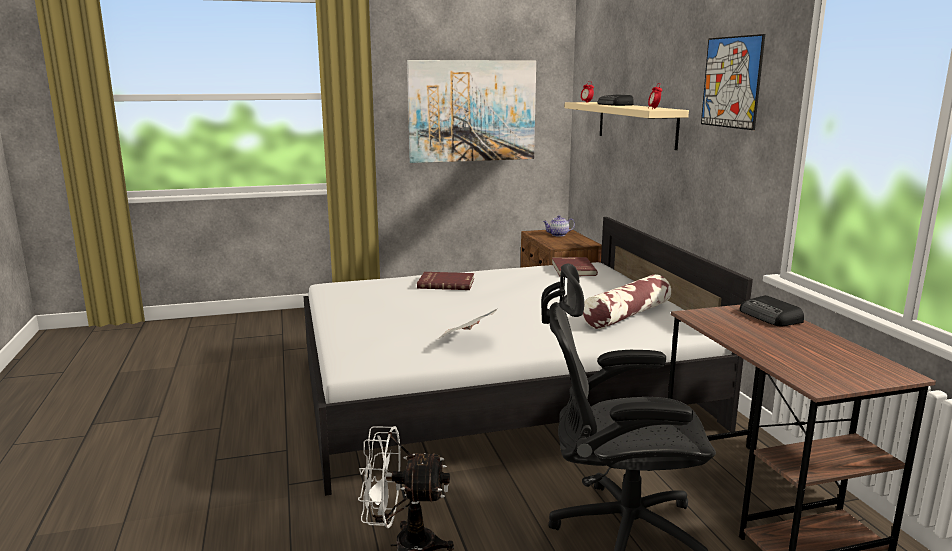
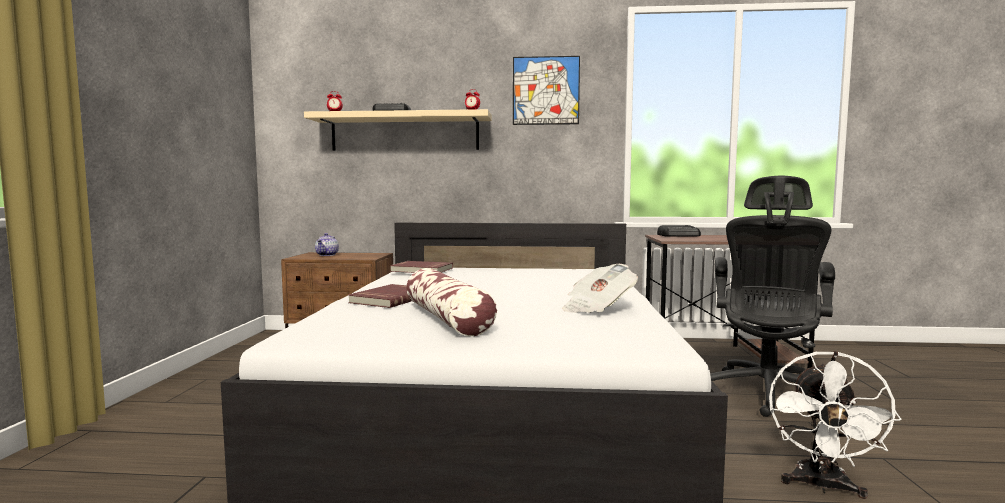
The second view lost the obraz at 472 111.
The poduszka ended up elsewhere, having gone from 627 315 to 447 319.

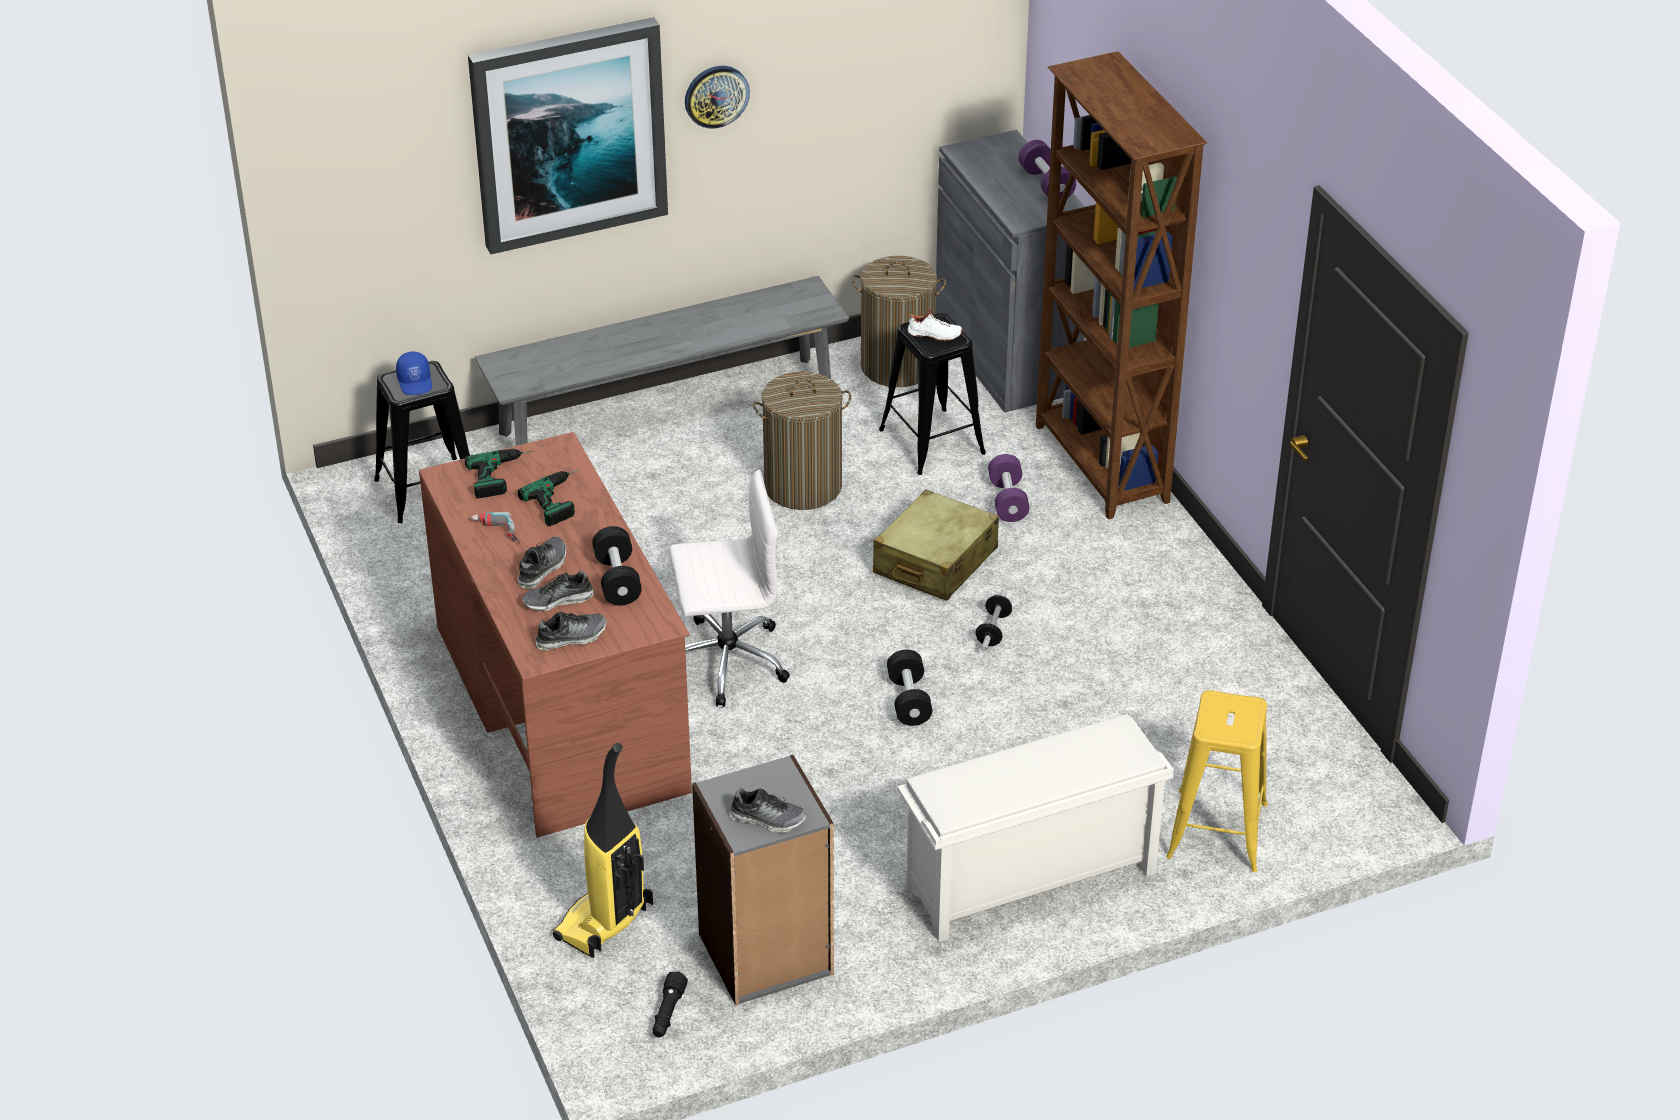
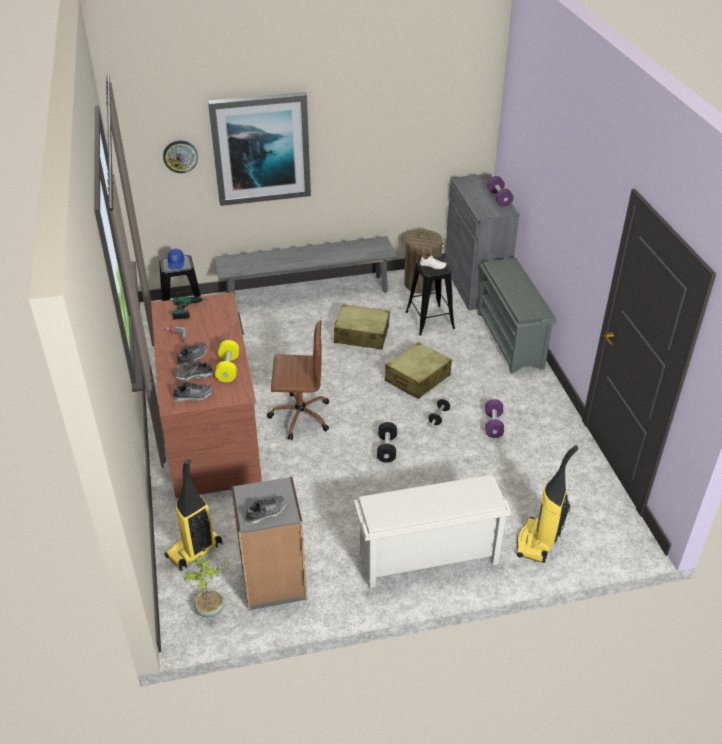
The second view lost the wiertarka at 561 498.
What was the hantel [czarny] at 617 580 turned into the hantel [żółty] at 228 368.
Where the latarka [czarny] stood at 668 1013, the roślina doniczkowa came to stand at 211 609.
What was the krzesło biurowe [biały] at 725 660 turned into the krzesło biurowe [brązowy] at 299 416.
The zegar ścienny ended up elsewhere, having gone from 716 96 to 180 156.
The but at 768 819 ended up facing another way, 60 degrees counterclockwise from before.
Where the kosz na pranie stood at 802 486, the walizka [beżowy] came to stand at 361 335.
The hantel [fioletowy] ended up elsewhere, having gone from 1008 500 to 493 425.
Where the regał [brązowy] stood at 1100 465, the regał na buty [szary] came to stand at 510 340.
Where the stołek [żółty] stood at 1217 830, the odkurzacz came to stand at 537 542.

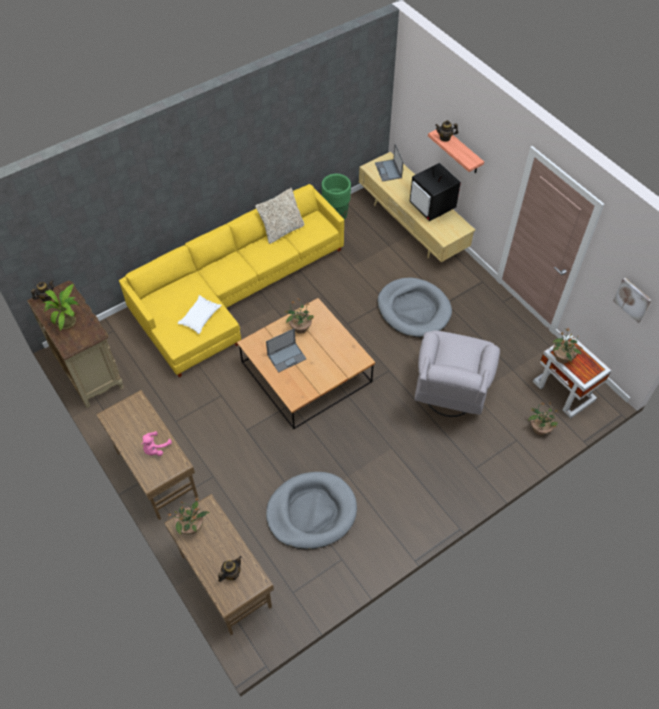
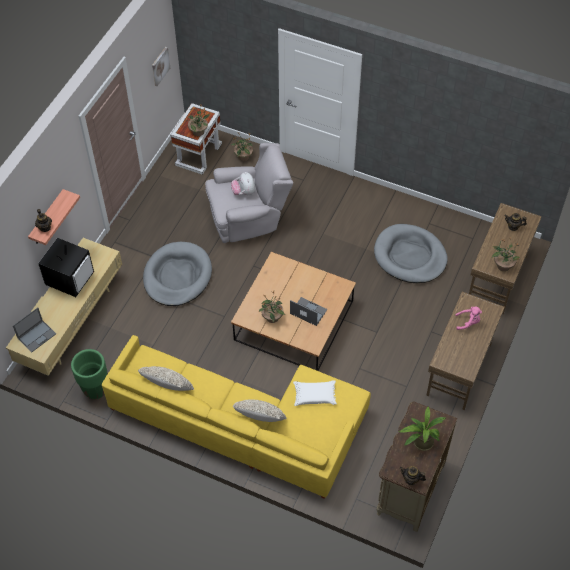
The second view gained the pluszak at 244 192.
The second view gained the poduszka [beżowy] at 260 421.

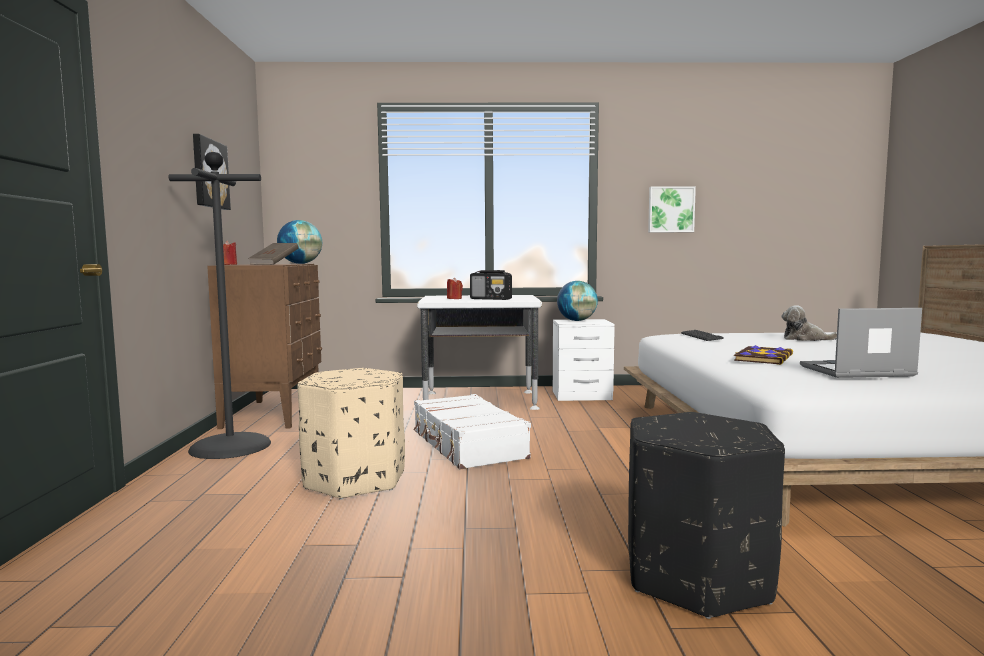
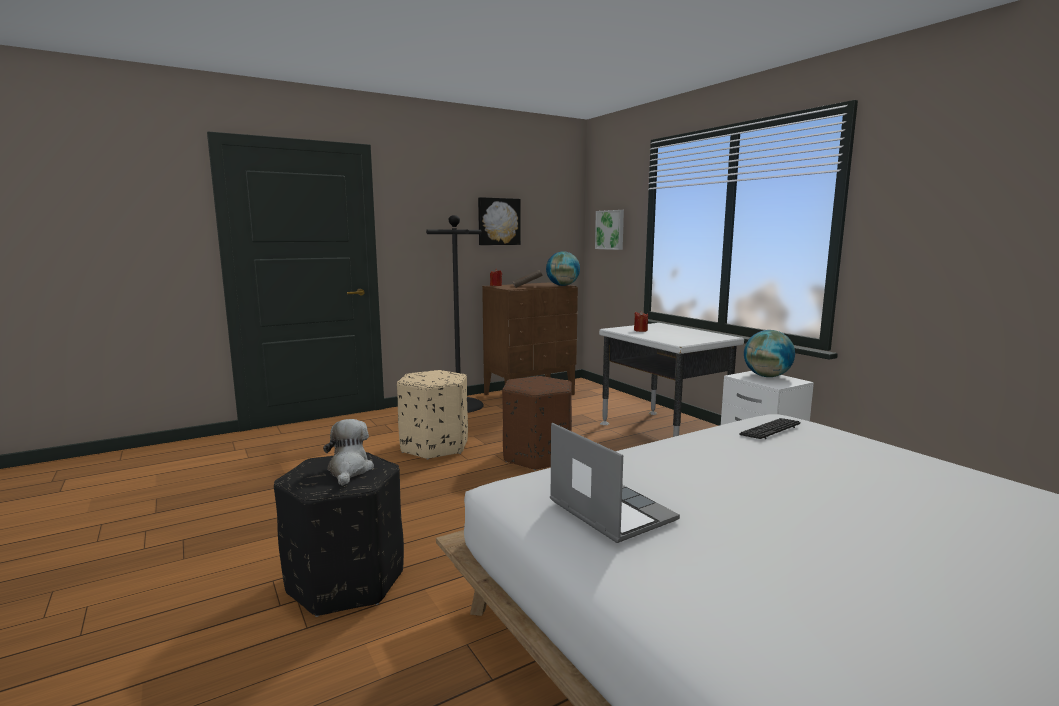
Where the walizka [biały] stood at 467 445, the pufa [brązowy] came to stand at 537 456.
The second view lost the radio at 491 299.
The obraz ended up elsewhere, having gone from 670 209 to 610 230.
The second view lost the książka at 762 357.
The pluszak ended up elsewhere, having gone from 804 339 to 349 470.

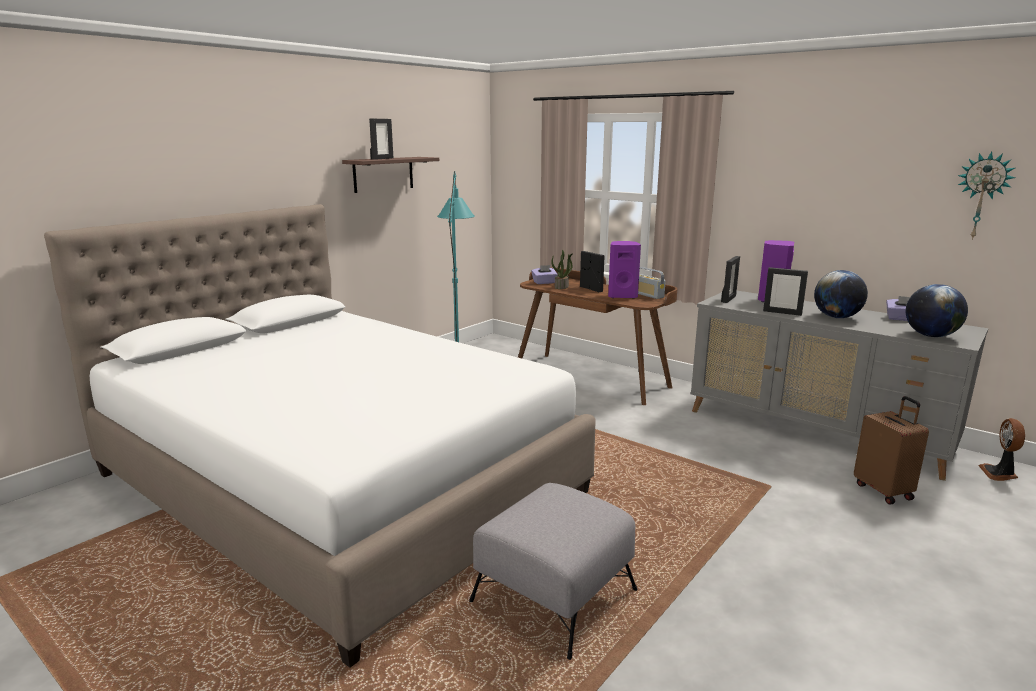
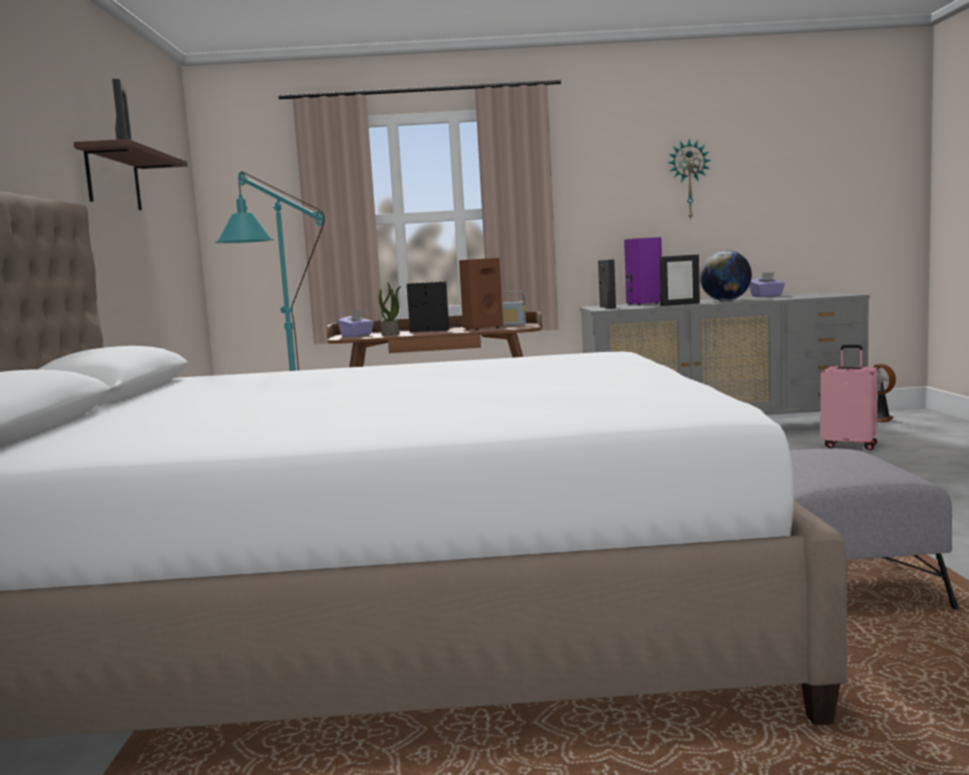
What was the głośnik [fioletowy] at 622 296 turned into the głośnik [brązowy] at 482 328.
What was the walizka [brązowy] at 884 491 turned into the walizka [różowy] at 849 445.
The second view lost the globus at 930 336.
The zegar ścienny ended up elsewhere, having gone from 982 196 to 688 180.

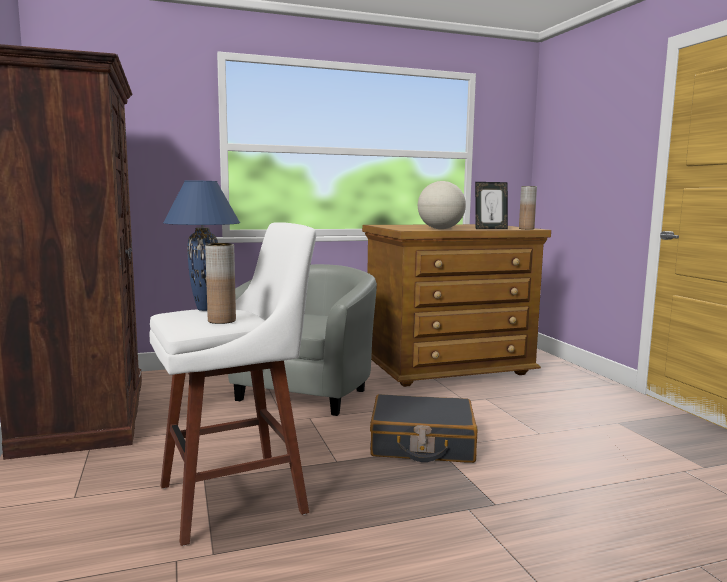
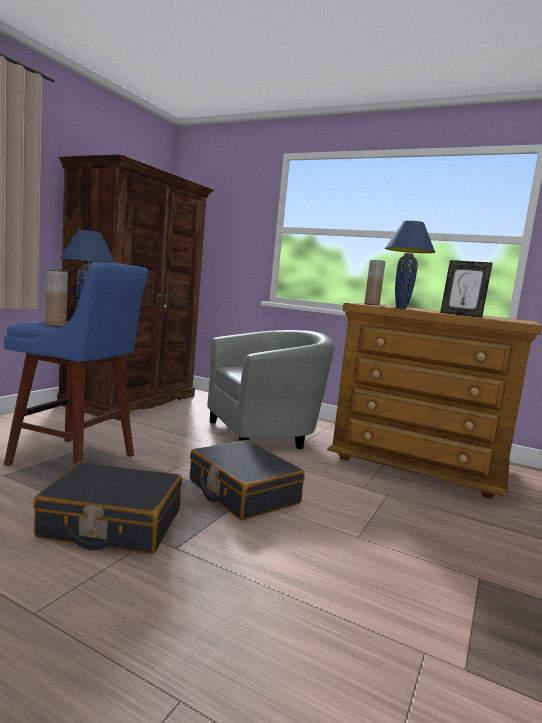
What was the stołek [biały] at 236 499 turned into the stołek [niebieski] at 74 461.
Where the globus stood at 440 229, the lampa stołowa [niebieski] came to stand at 400 308.
The wazon [brązowy] ended up elsewhere, having gone from 526 229 to 371 304.
The second view gained the walizka [czarny] at 111 524.

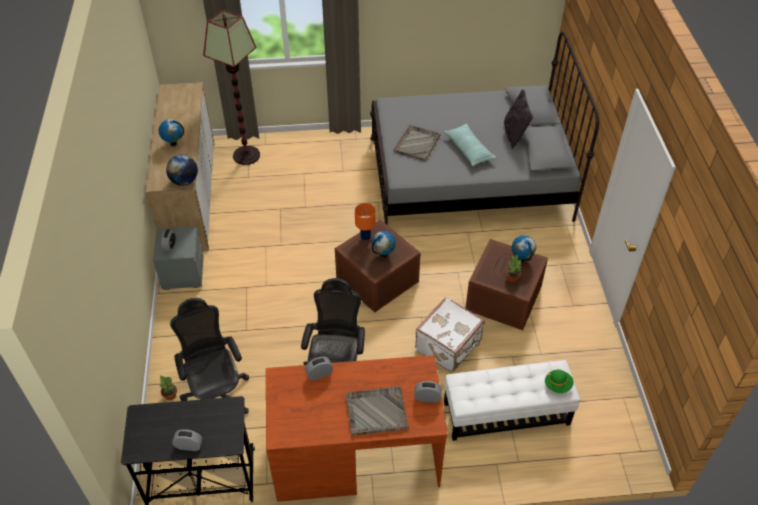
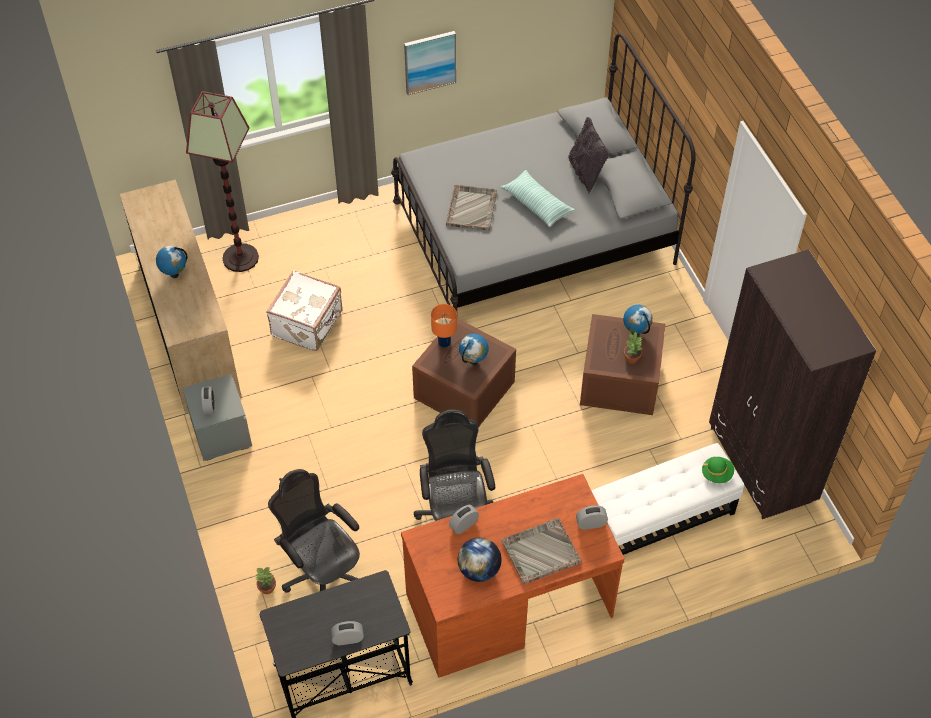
The globus ended up elsewhere, having gone from 184 181 to 479 570.
The walizka [biały] ended up elsewhere, having gone from 449 345 to 308 324.
The second view gained the obraz at 429 62.
The second view gained the szafa [brązowy] at 761 465.

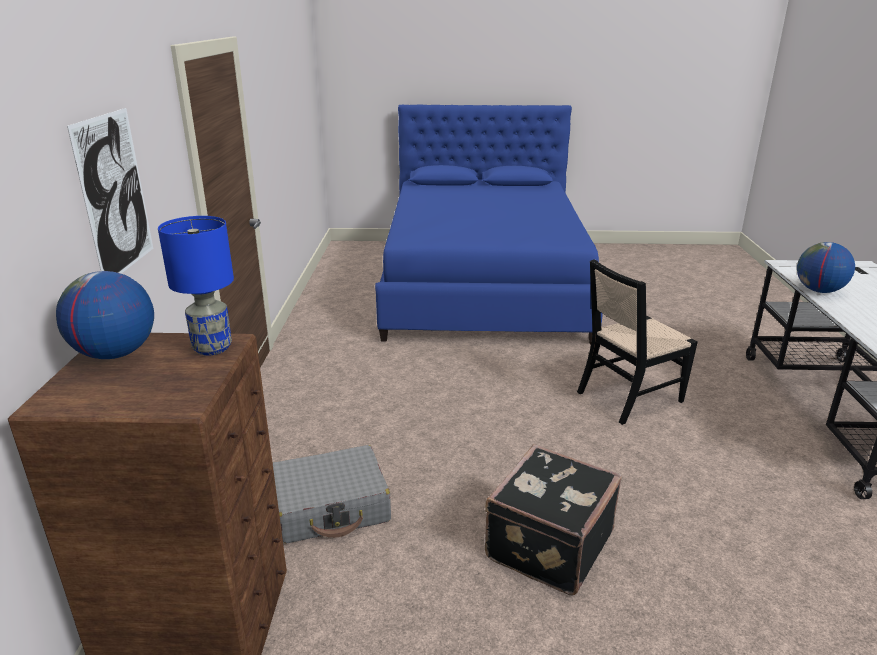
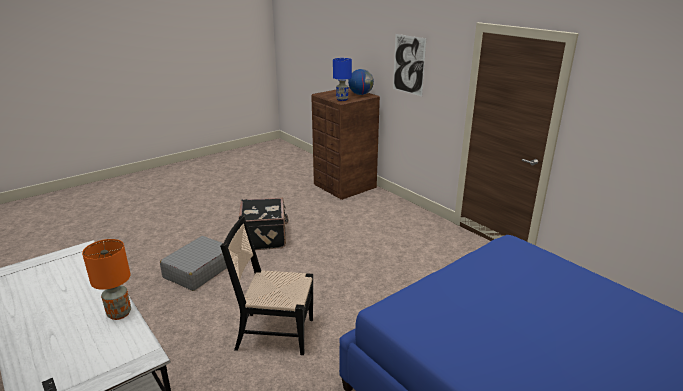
The walizka [szary] ended up elsewhere, having gone from 331 507 to 198 270.
The krzesło at 629 398 ended up facing another way, 105 degrees counterclockwise from before.
Where the globus stood at 819 291, the lampa stołowa [pomarańczowy] came to stand at 119 313.

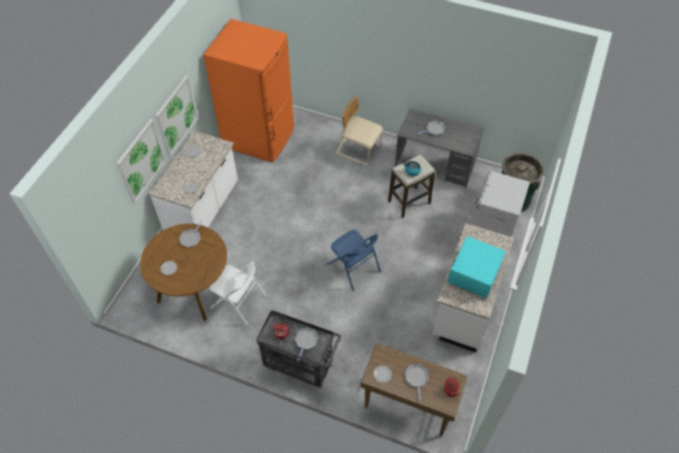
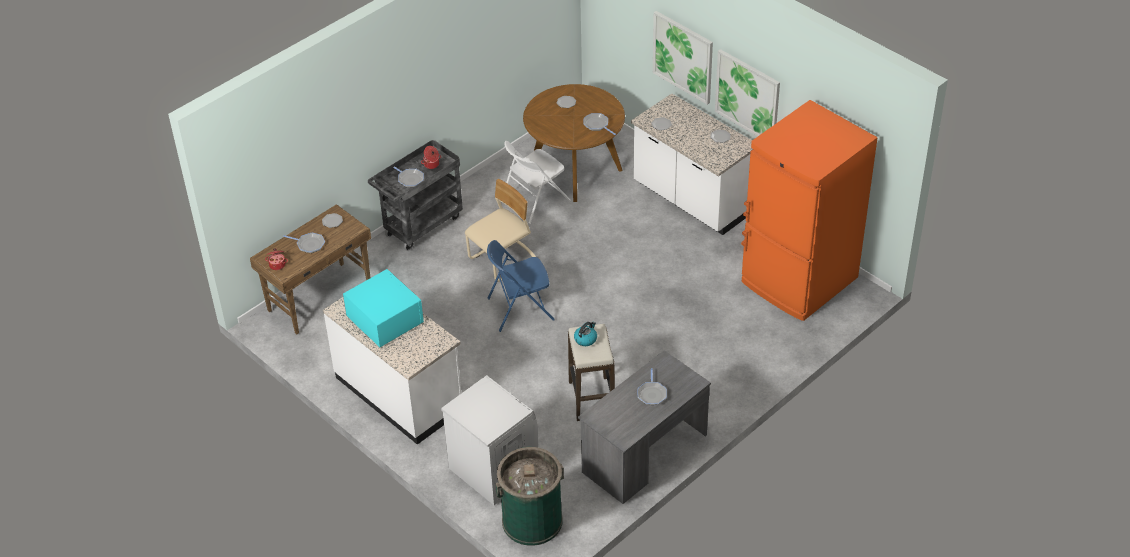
The krzesło [beżowy] ended up elsewhere, having gone from 358 149 to 503 260.

